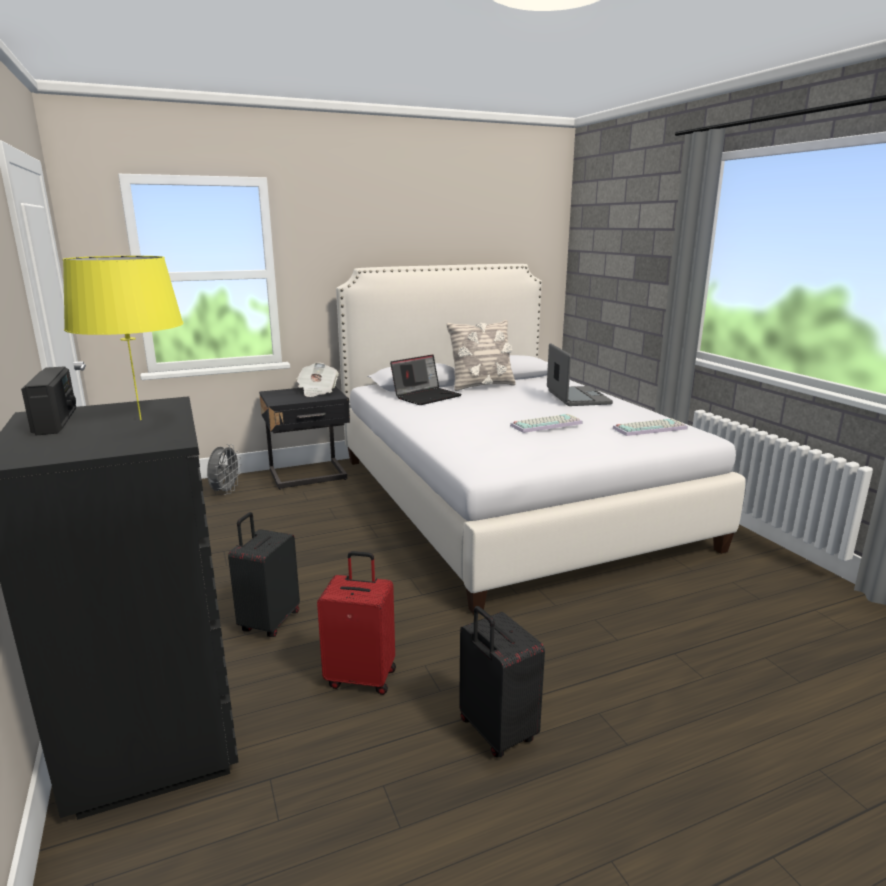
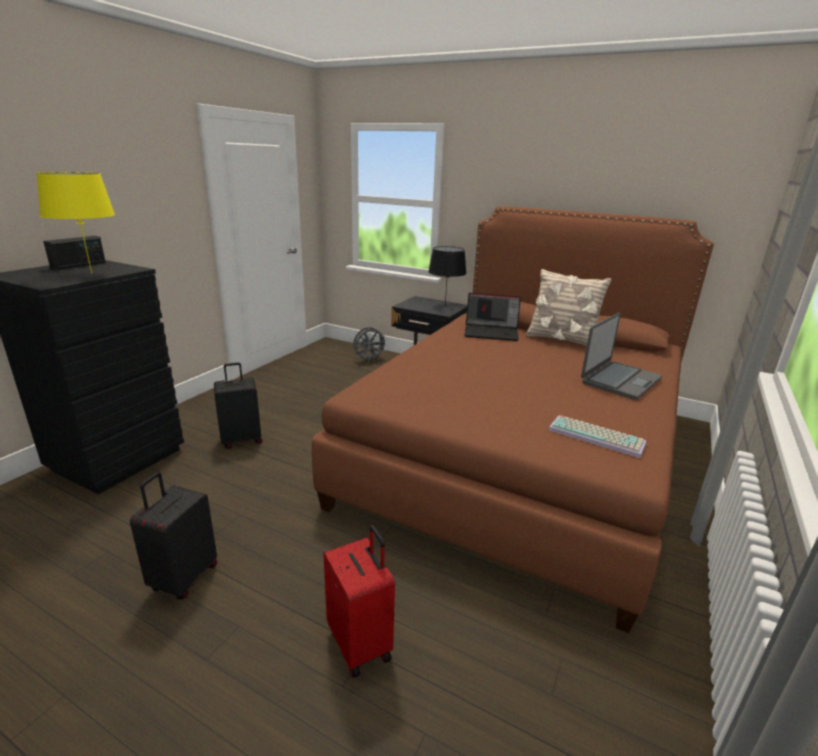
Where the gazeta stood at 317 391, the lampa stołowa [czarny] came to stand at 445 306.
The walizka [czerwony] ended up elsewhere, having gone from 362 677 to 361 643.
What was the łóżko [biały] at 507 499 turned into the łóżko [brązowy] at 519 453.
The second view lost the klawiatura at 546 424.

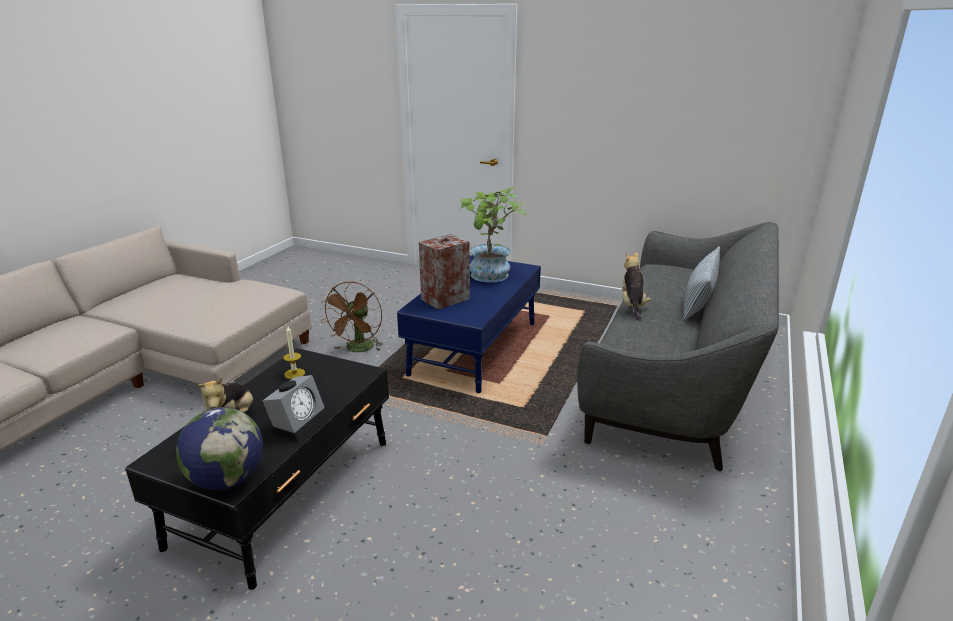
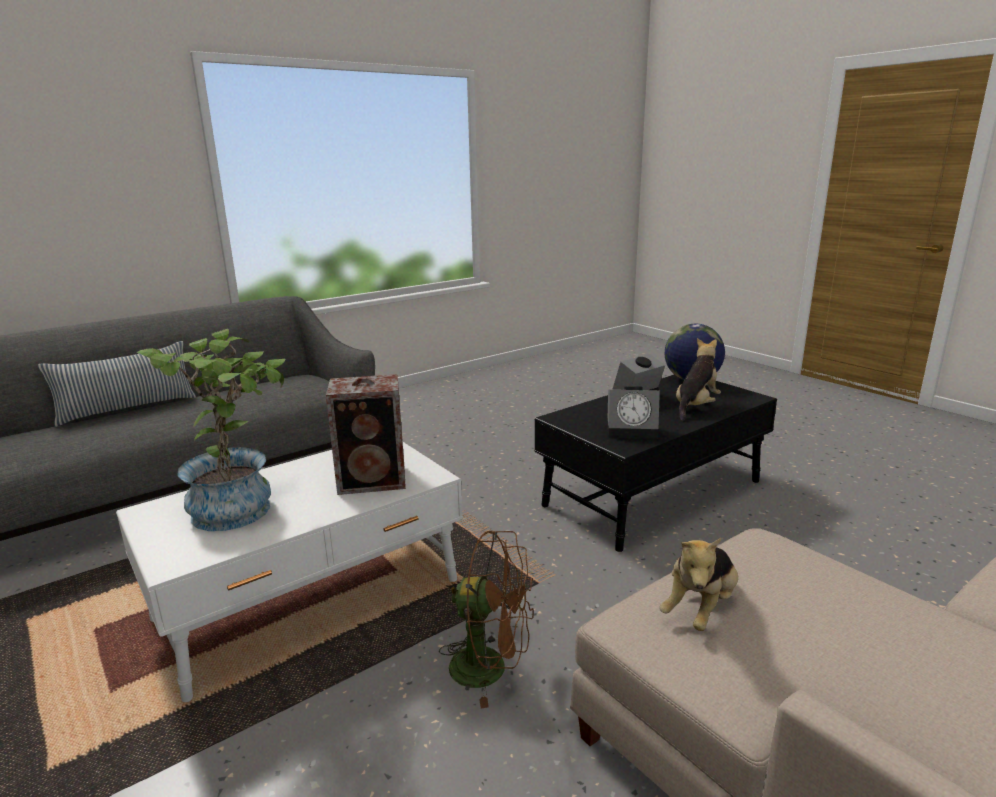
Where the świeca stood at 294 373, the budzik came to stand at 633 430.
The wentylator [brązowy] at 358 349 ended up facing another way, 60 degrees clockwise from before.
What was the ława [niebieski] at 474 349 turned into the ława [biały] at 311 599.
The pluszak ended up elsewhere, having gone from 632 306 to 700 608.

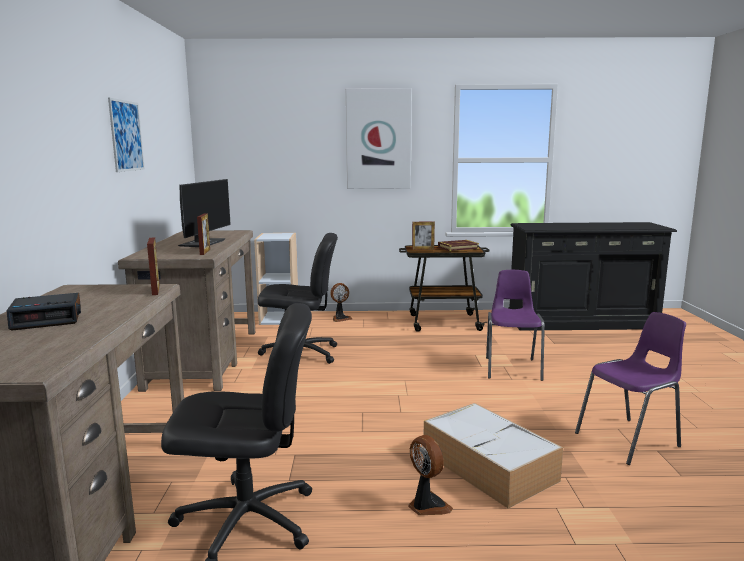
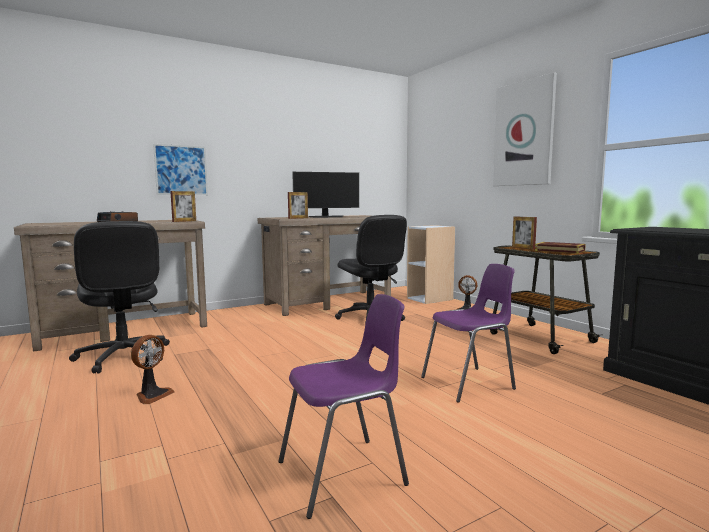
The obraz ended up elsewhere, having gone from 126 136 to 181 170.
The second view lost the pojemnik do przechowywania at 490 466.
The krzesło [fioletowy] at 629 440 ended up facing another way, 60 degrees counterclockwise from before.

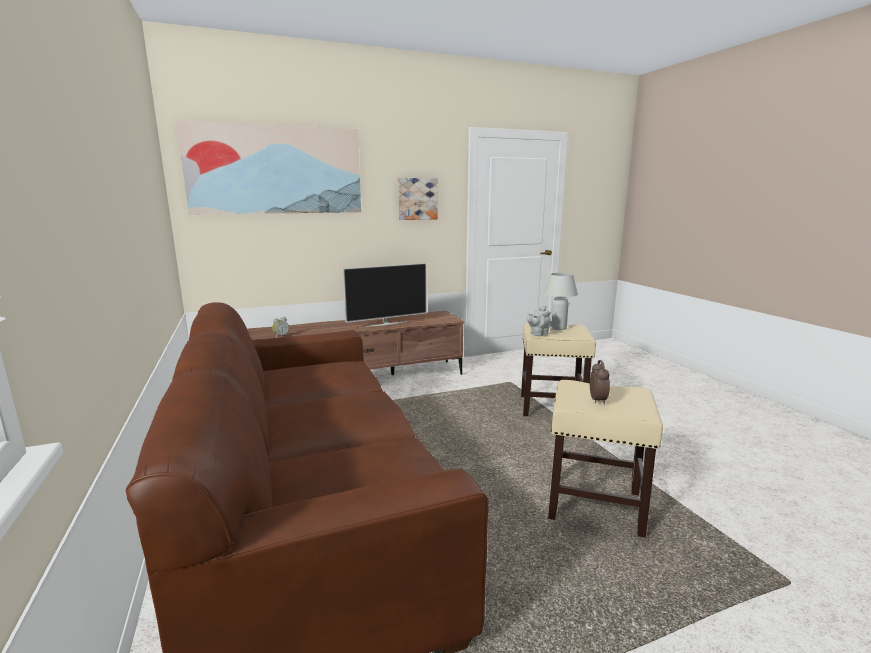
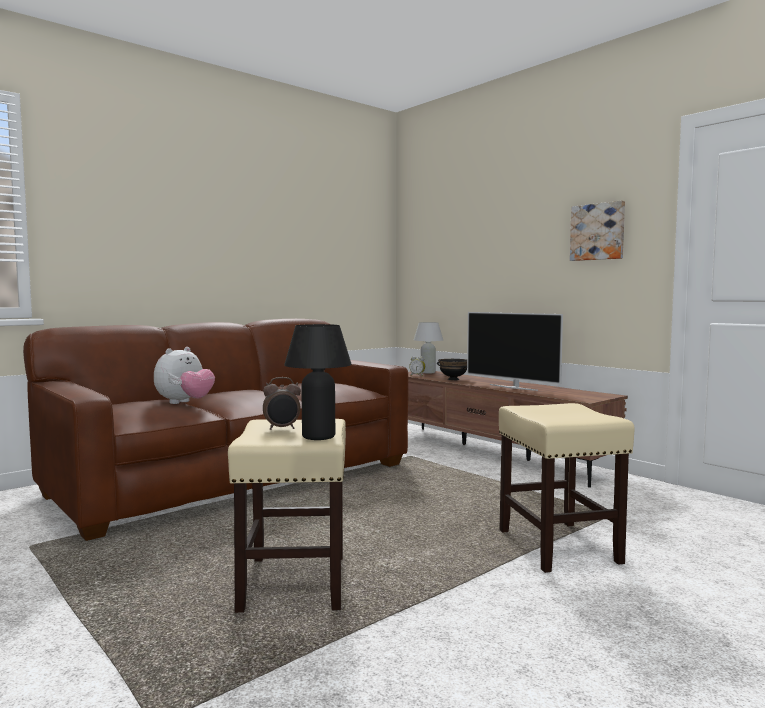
The second view lost the obraz at 276 170.
The second view lost the imbryk [szary] at 538 334.
The lampa stołowa [biały] ended up elsewhere, having gone from 558 328 to 428 372.
The second view gained the pluszak at 185 403.
The second view gained the lampa stołowa [czarny] at 318 436.
The second view gained the miska [czarny] at 453 379.

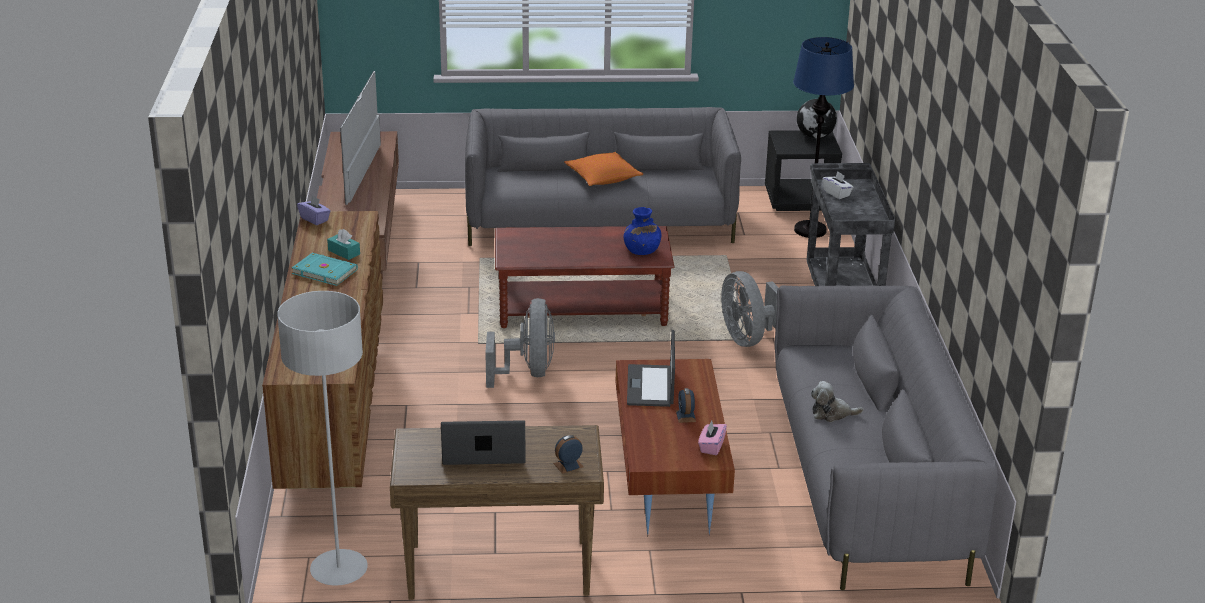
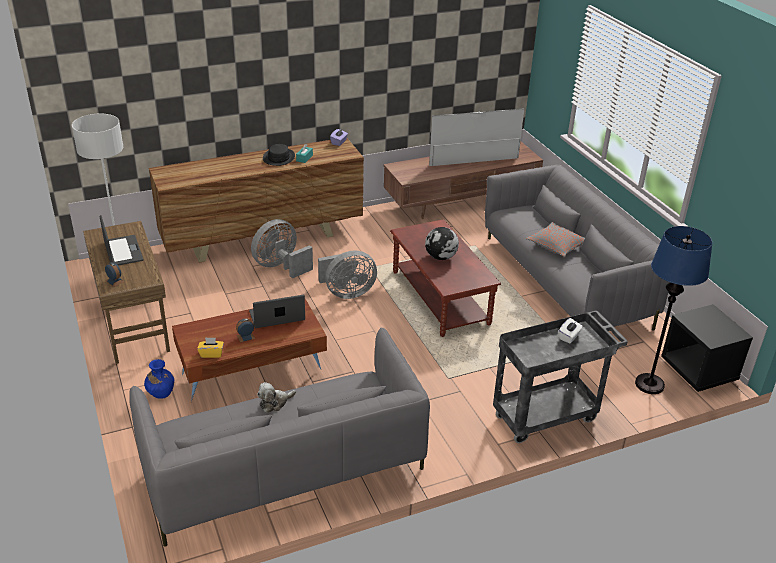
Where the książka [turkusowy] stood at 325 271, the kapelusz [czarny] came to stand at 279 157.
What was the poduszka [pomarańczowy] at 603 178 turned into the poduszka [szary] at 556 246.
The wazon [niebieski] ended up elsewhere, having gone from 641 250 to 161 392.
What was the pudełko chusteczek [różowy] at 711 447 turned into the pudełko chusteczek [żółty] at 211 354.
The wentylator [szary] ended up elsewhere, having gone from 748 338 to 280 267.
The globus ended up elsewhere, having gone from 815 136 to 440 257.
The pluszak at 832 413 ended up facing another way, 105 degrees counterclockwise from before.

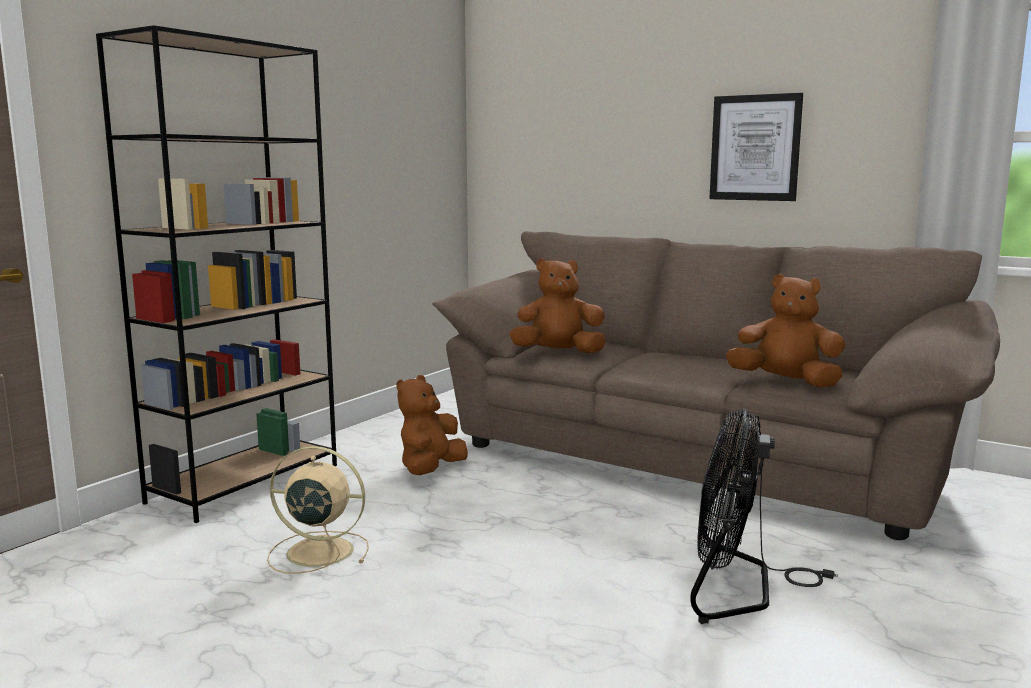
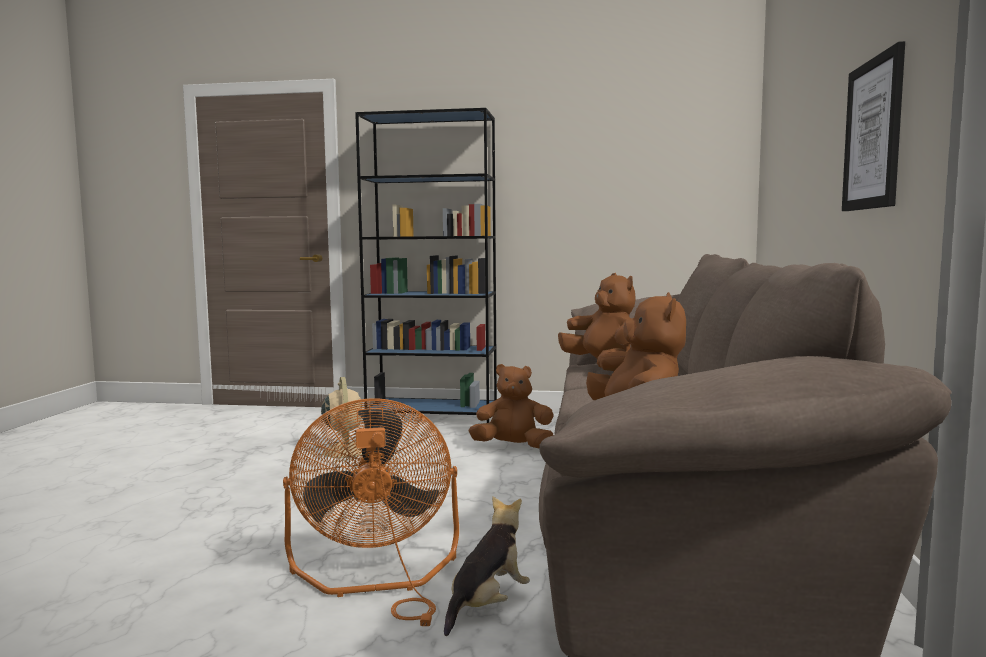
What was the regał [beżowy] at 245 483 turned into the regał [niebieski] at 433 417.
What was the wentylator [czarny] at 740 582 turned into the wentylator [pomarańczowy] at 381 580.
The second view gained the pluszak at 487 604.

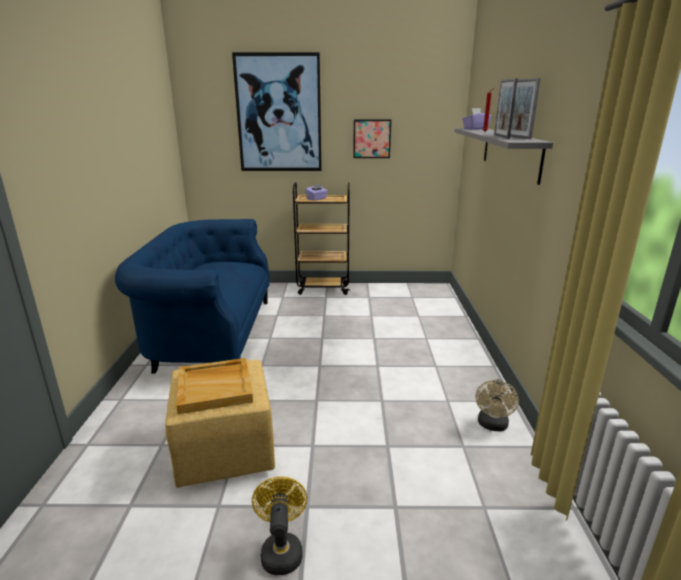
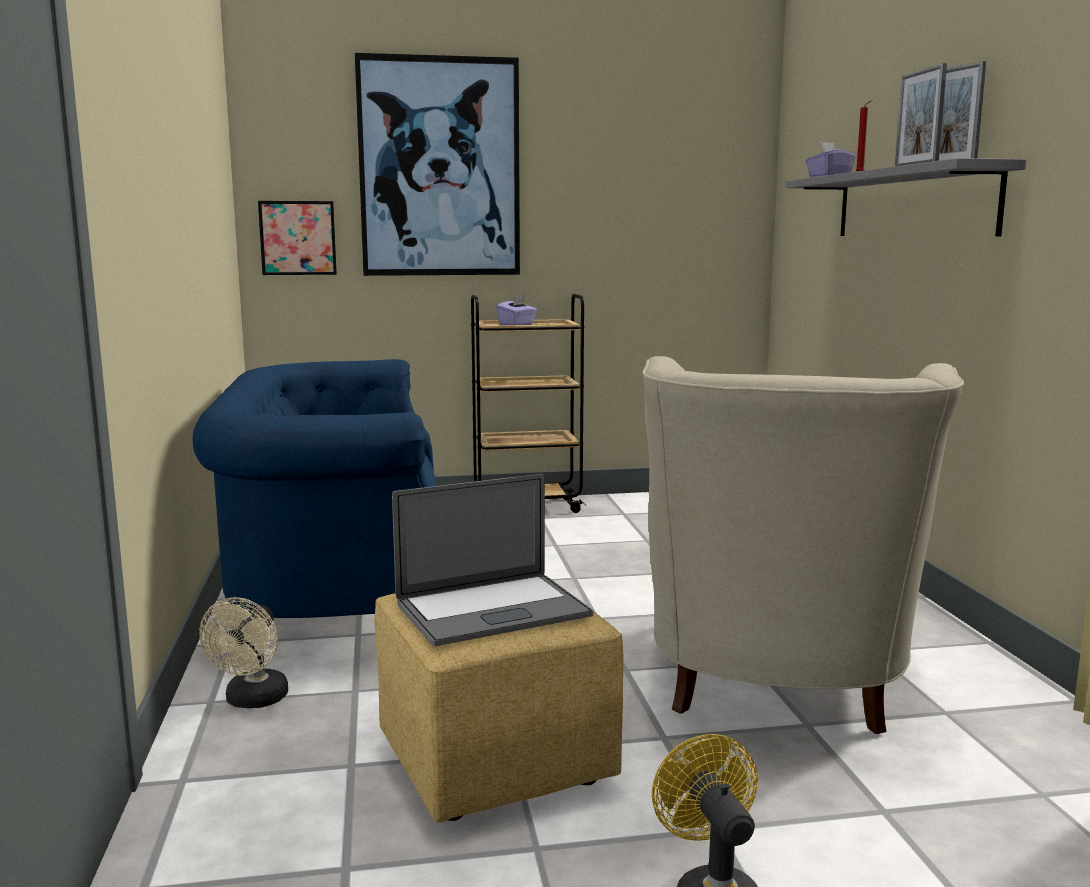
Where the taca [beżowy] stood at 215 387, the laptop came to stand at 492 610.
The obraz ended up elsewhere, having gone from 372 139 to 298 238.
The wentylator [beżowy] ended up elsewhere, having gone from 492 426 to 252 701.
The second view gained the fotel [beżowy] at 775 686.

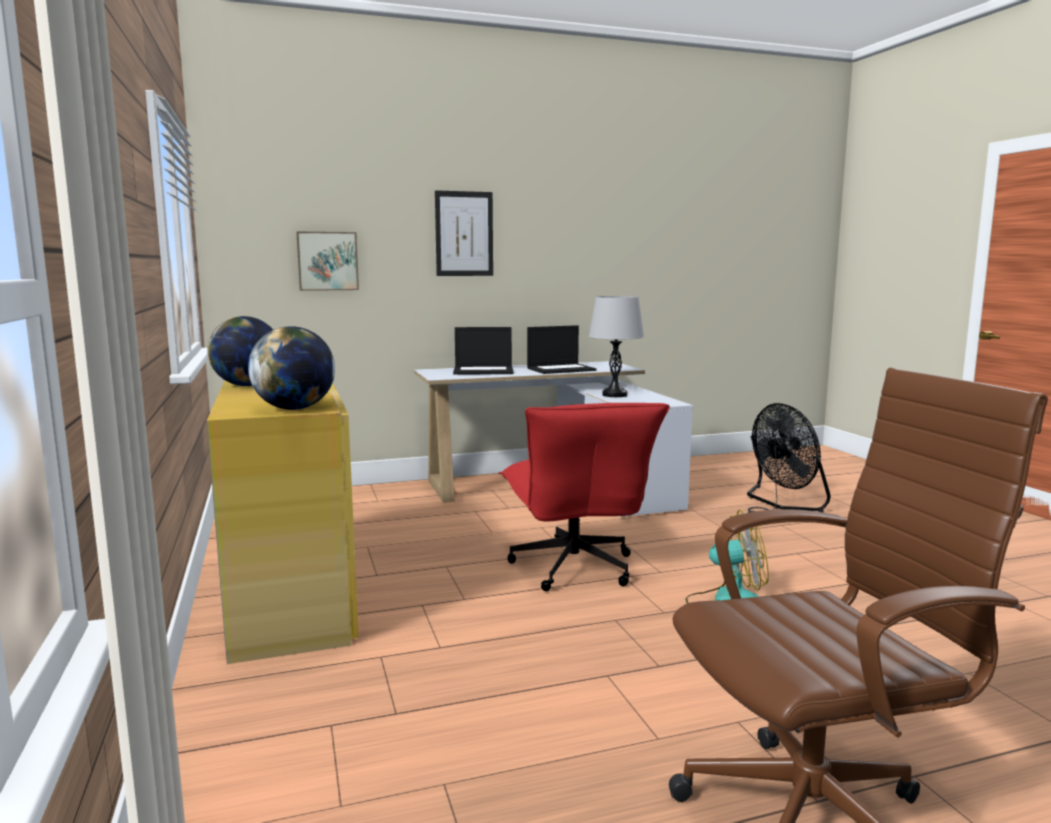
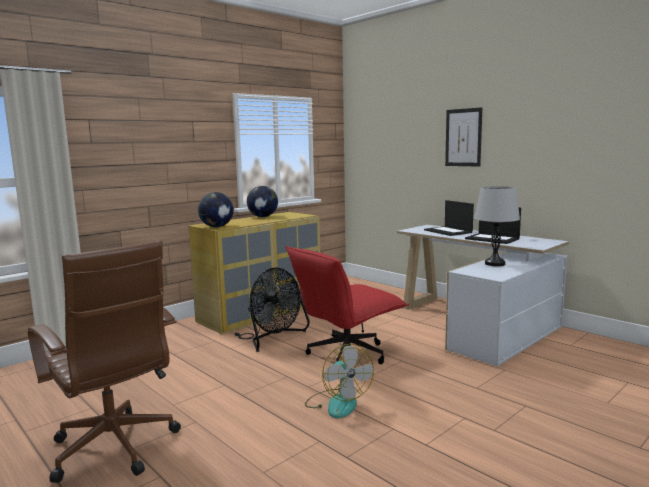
The second view lost the obraz at 327 261.
The wentylator [czarny] ended up elsewhere, having gone from 776 502 to 271 338.

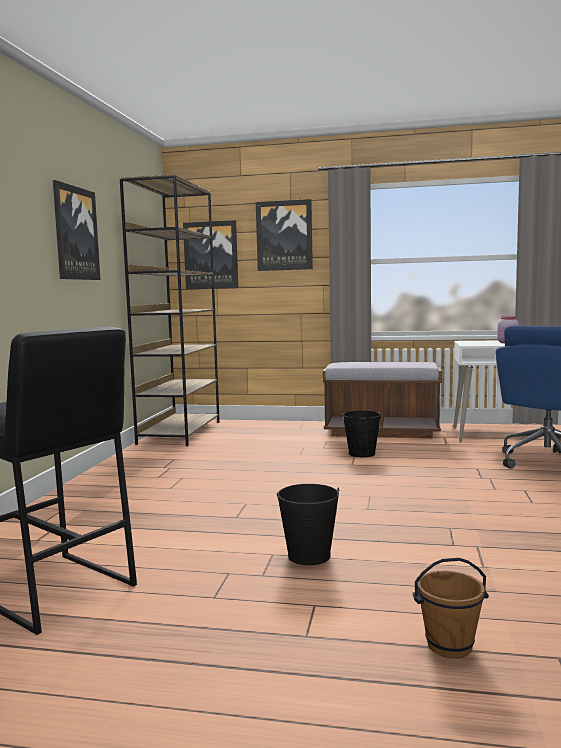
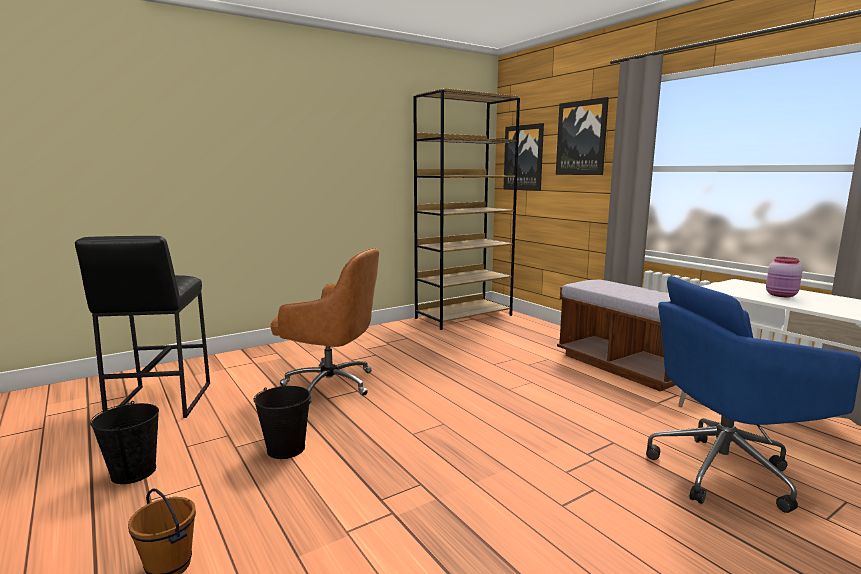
The second view lost the obraz at 75 233.
The wiadro [czarny] ended up elsewhere, having gone from 362 453 to 134 472.
The second view gained the krzesło biurowe [brązowy] at 329 385.

